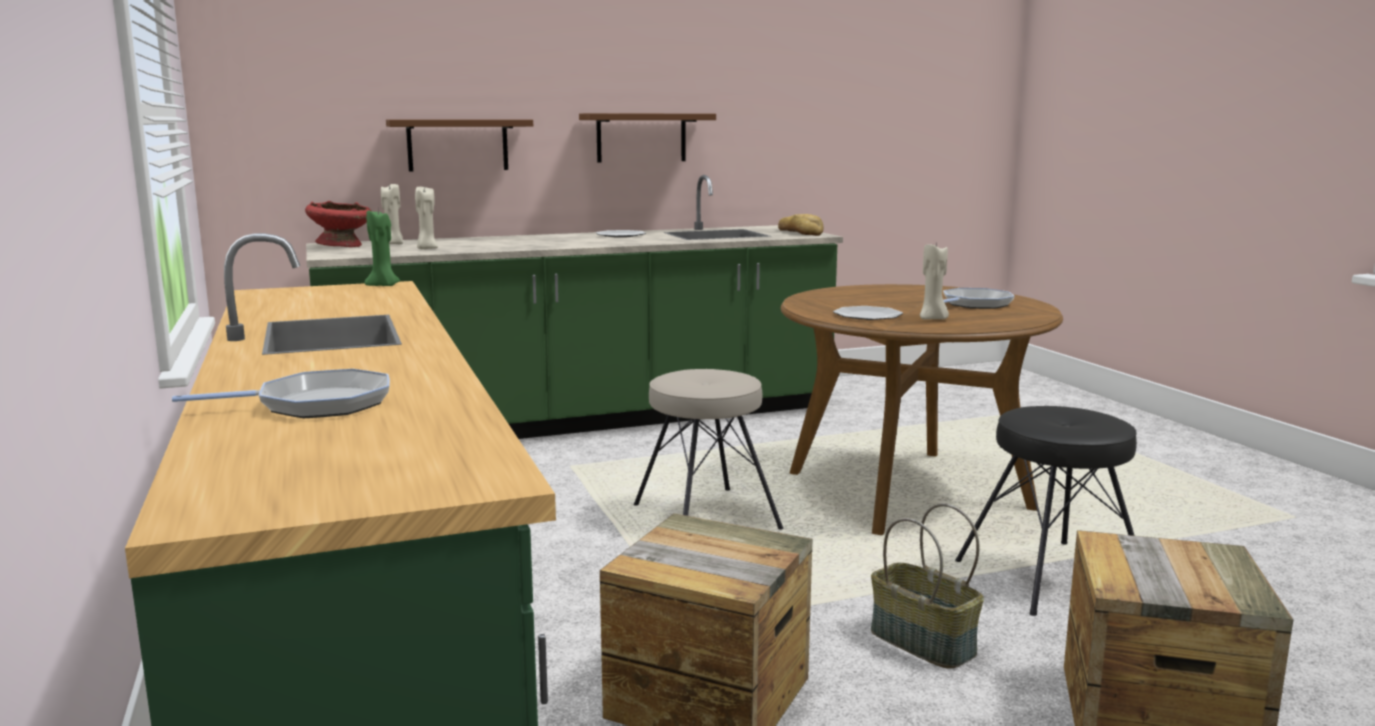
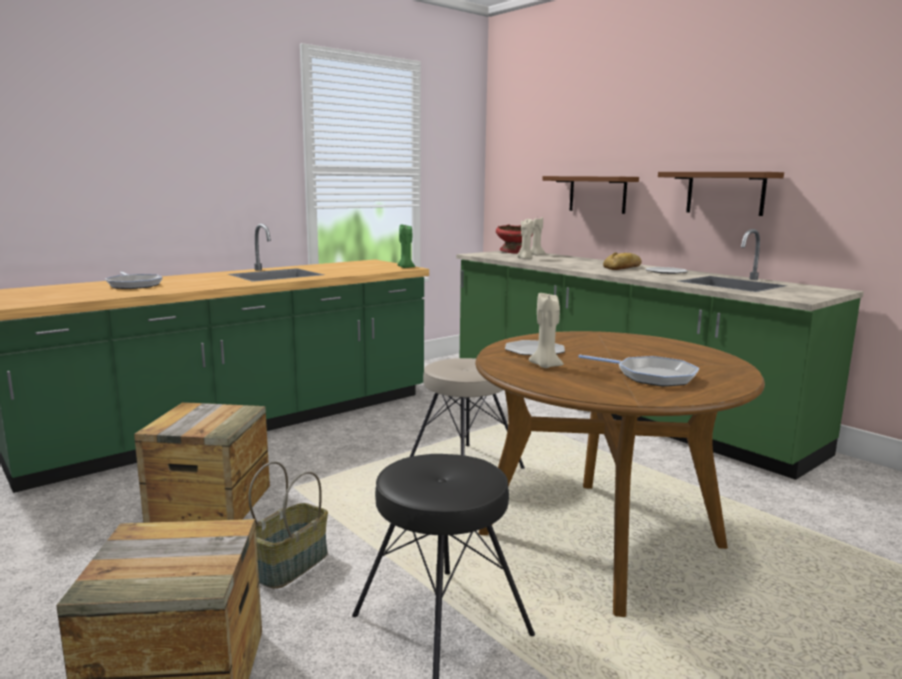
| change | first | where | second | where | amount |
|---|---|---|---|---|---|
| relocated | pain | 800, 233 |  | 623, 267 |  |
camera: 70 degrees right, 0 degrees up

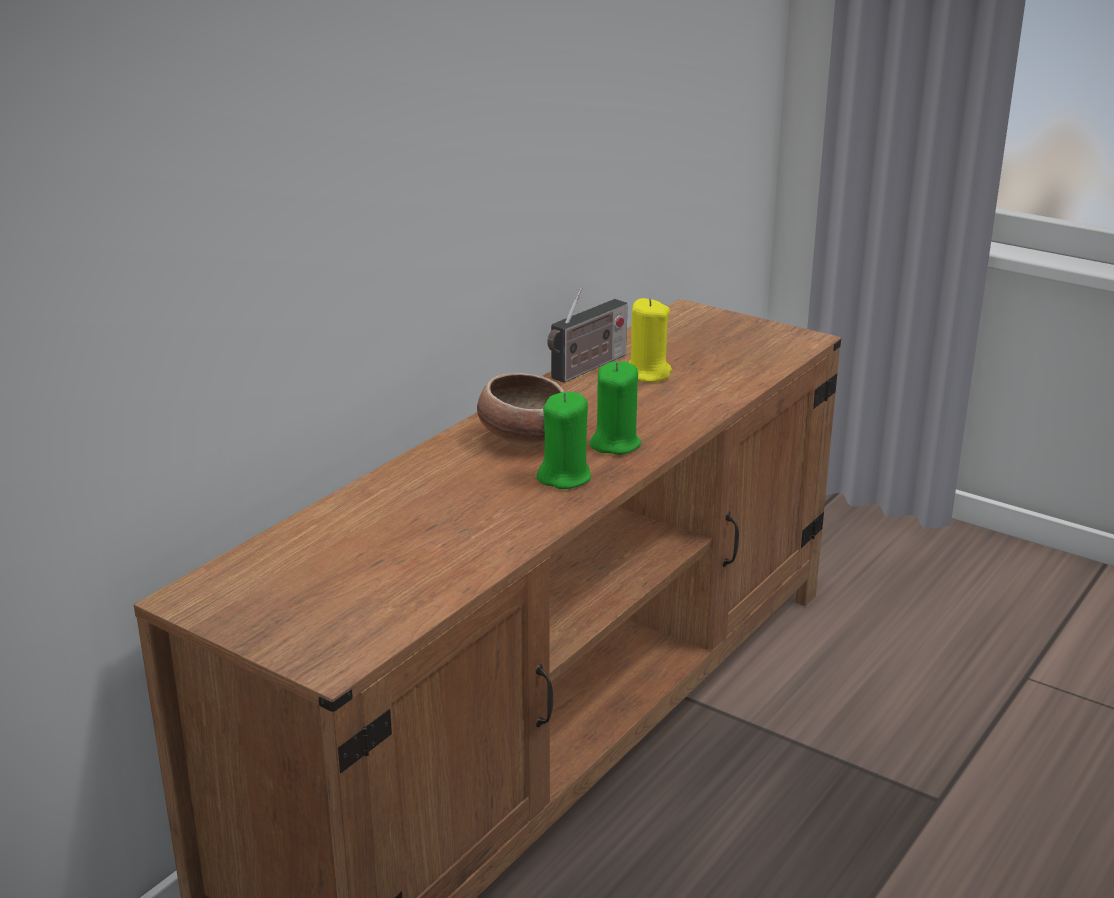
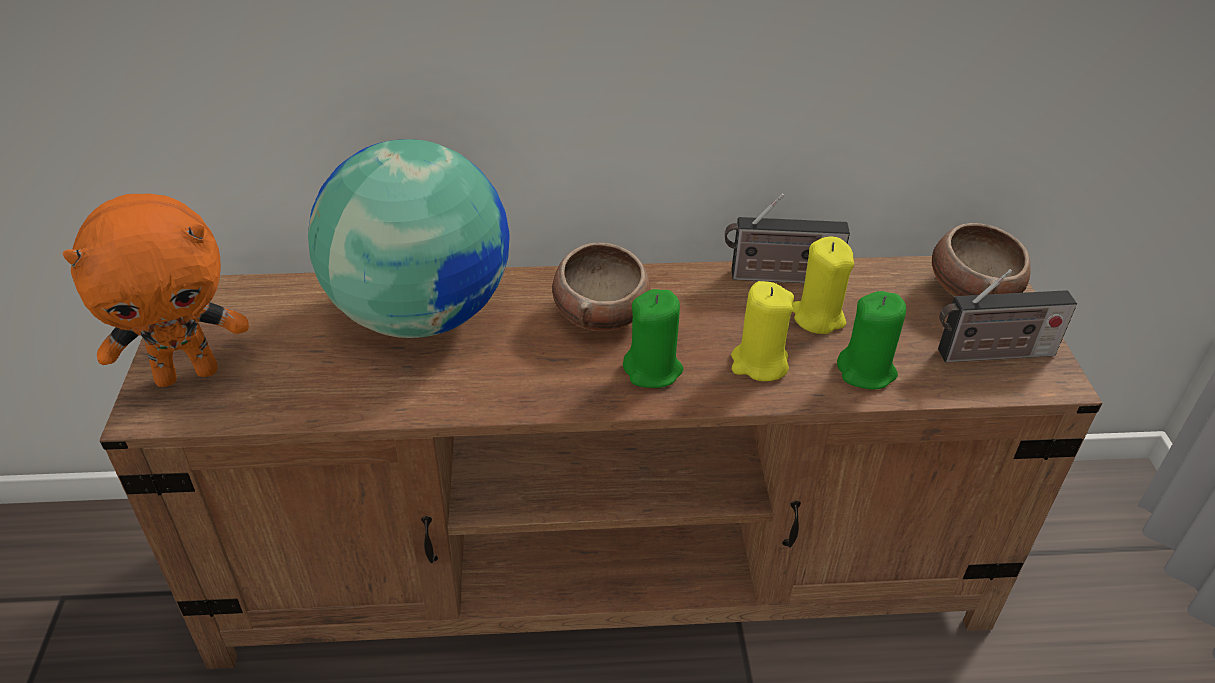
| change | first | where | second | where | amount |
|---|---|---|---|---|---|
| appeared |  |  | peluche/orange | 188, 373 |  |
| appeared |  |  | globe | 420, 313 |  |
| appeared |  |  | bougie/jaune | 759, 363 |  |
| appeared |  |  | bol | 972, 290 |  |
| appeared |  |  | radio | 991, 354 |  |
| relocated | bougie/vert | 564, 477 |  | 866, 371 |  |
camera: 50 degrees right, 15 degrees up

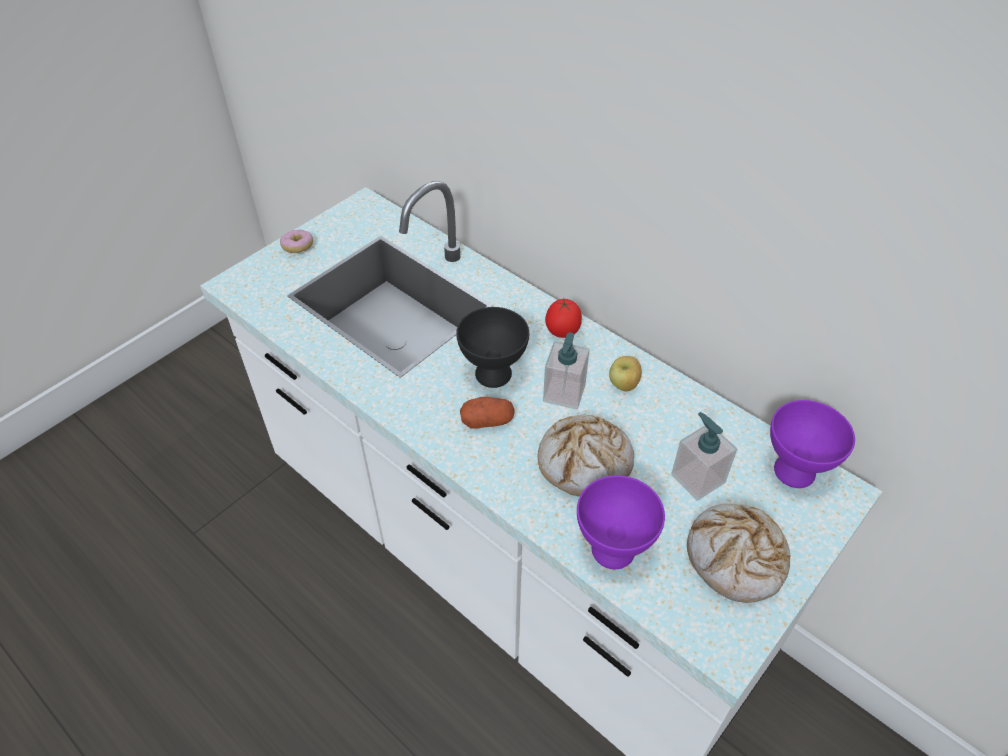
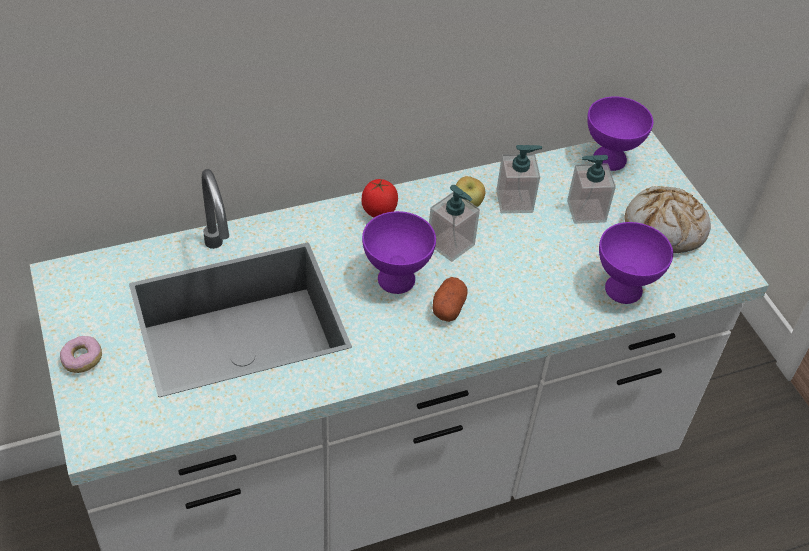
| change | first | where | second | where | amount |
|---|---|---|---|---|---|
| missing | pain | 585, 462 |  |  |  |
| appeared |  |  | distributeur de savon | 514, 201 |  |
| colour | bol/noir | 493, 373 | bol/violet | 395, 279 |  |
camera: 65 degrees left, 0 degrees up

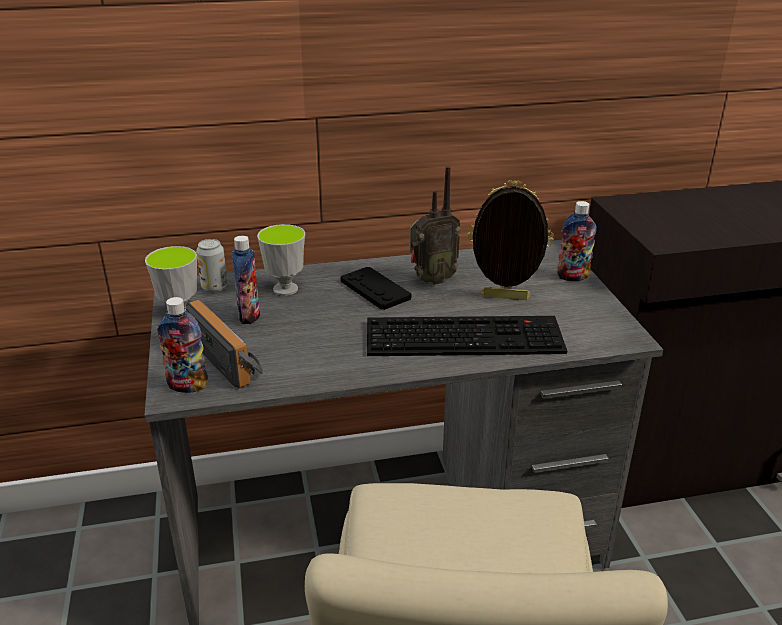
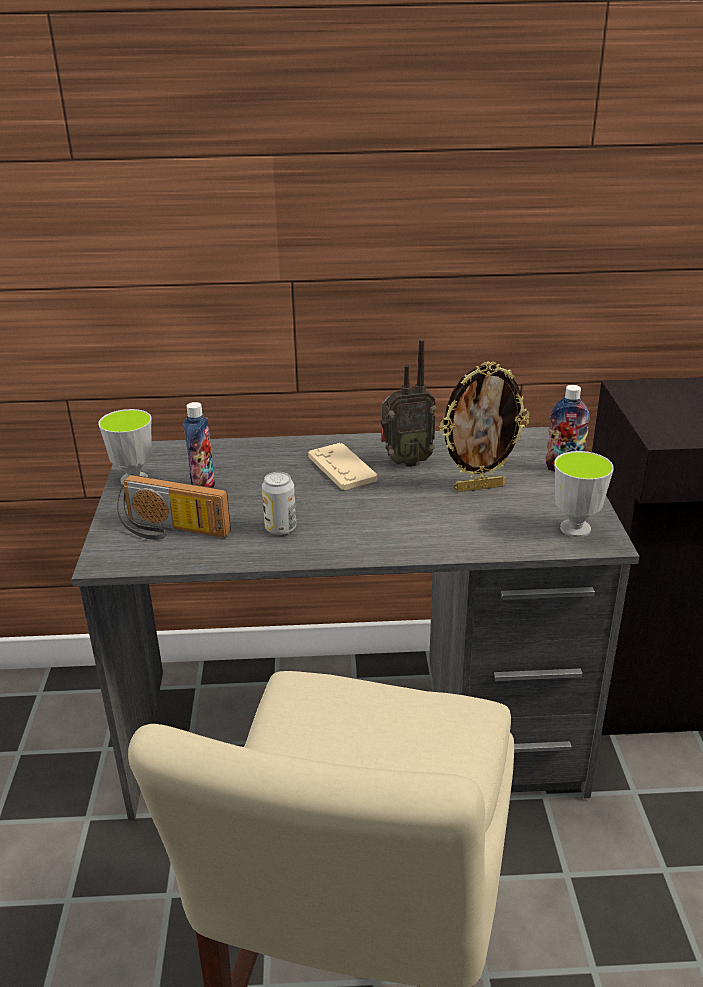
| change | first | where | second | where | amount |
|---|---|---|---|---|---|
| missing | bouteille | 188, 386 |  |  |  |
| missing | clavier | 466, 336 |  |  |  |
| relocated | boîte métallique | 214, 287 |  | 280, 528 |  |
| relocated | tasse | 285, 289 |  | 575, 529 |  |
| colour | manette/noir | 375, 289 | manette/beige | 342, 468 |  |
| spun | radio | 231, 360 |  | 171, 531 | 135 degrees clockwise |
| spun | cadre photo | 504, 298 |  | 479, 487 | 150 degrees clockwise |
camera: 10 degrees right, 0 degrees up

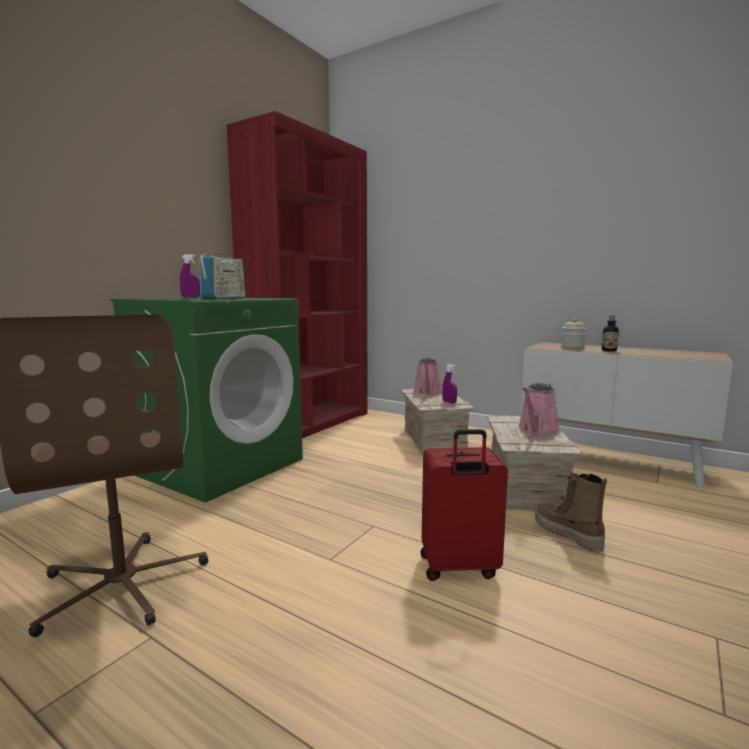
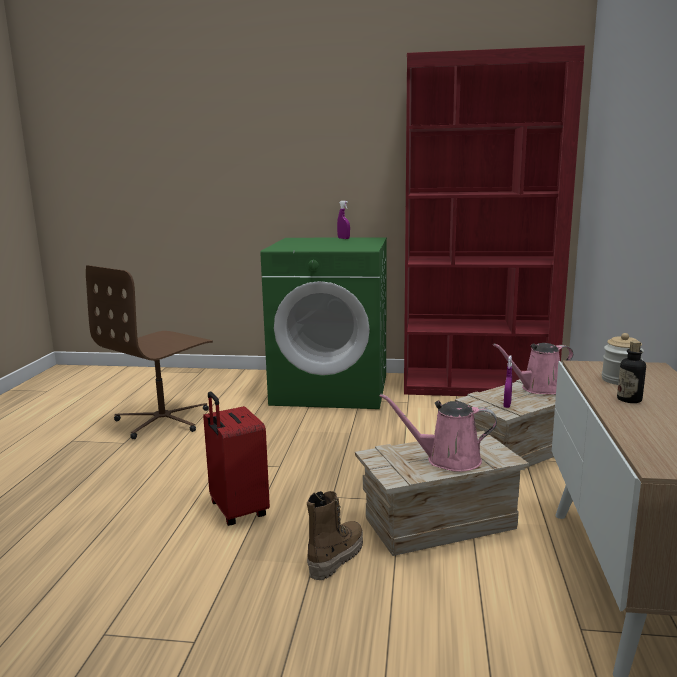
| change | first | where | second | where | amount |
|---|---|---|---|---|---|
| missing | radio | 224, 299 |  |  |  |
camera: 65 degrees right, 5 degrees up

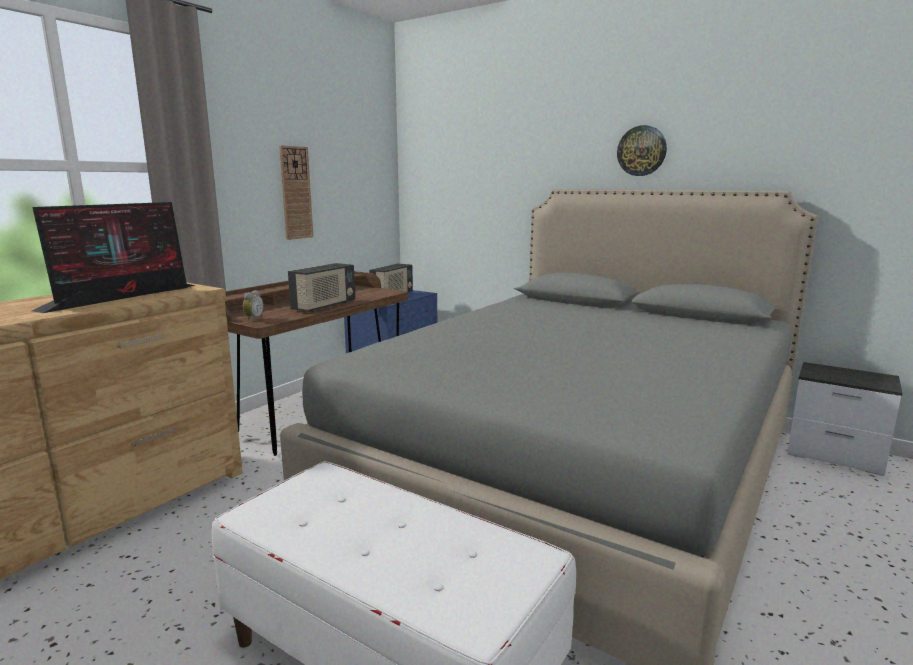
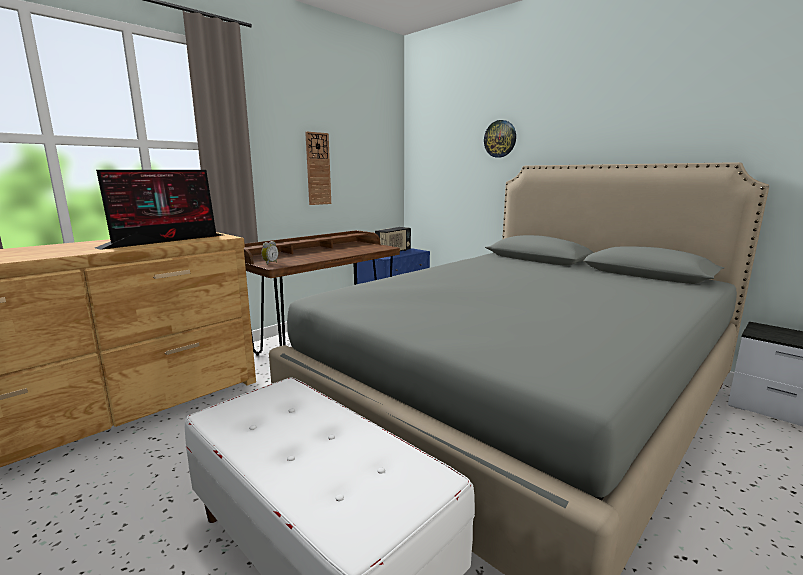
| change | first | where | second | where | amount |
|---|---|---|---|---|---|
| missing | radio | 324, 306 |  |  |  |
| relocated | horloge murale | 641, 151 |  | 500, 139 |  |
camera: 10 degrees right, 0 degrees up

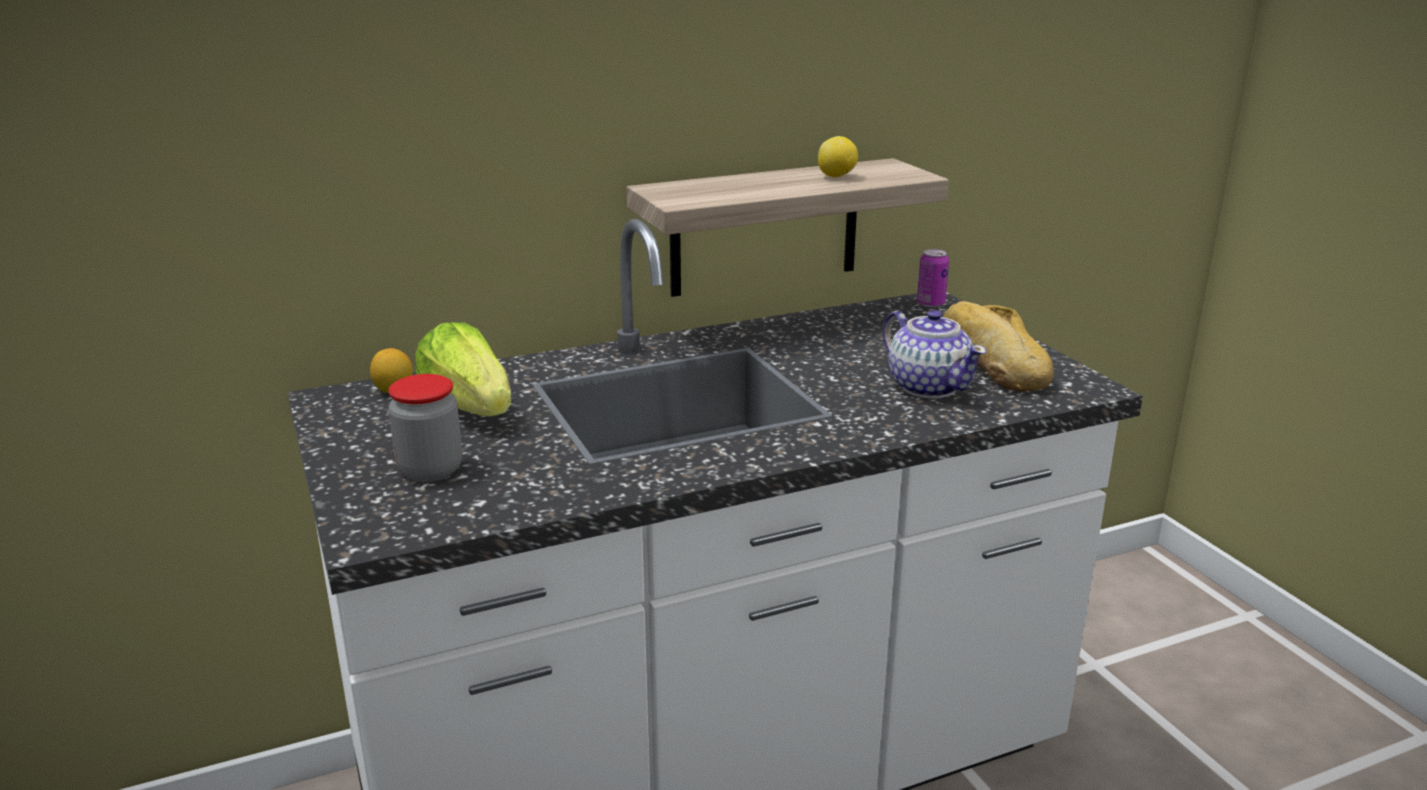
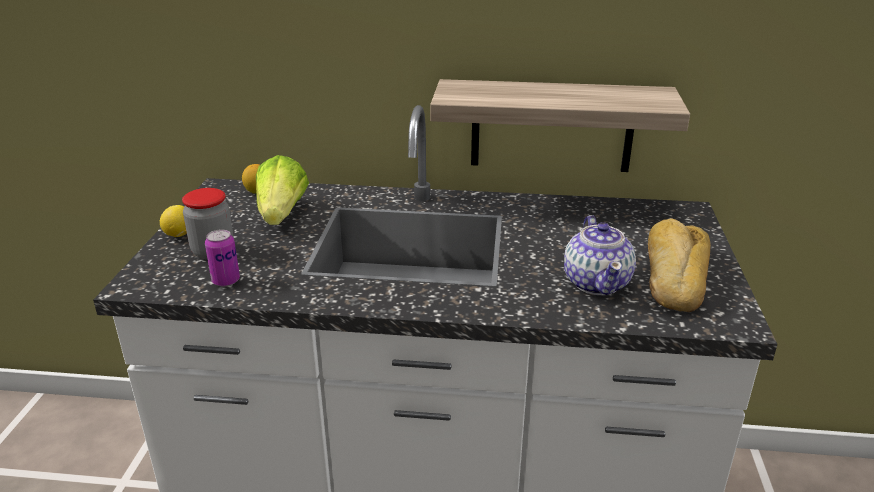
| change | first | where | second | where | amount |
|---|---|---|---|---|---|
| relocated | citron | 837, 177 |  | 180, 235 |  |
| relocated | boîte métallique | 930, 303 |  | 226, 281 |  |
camera: 30 degrees right, 5 degrees up

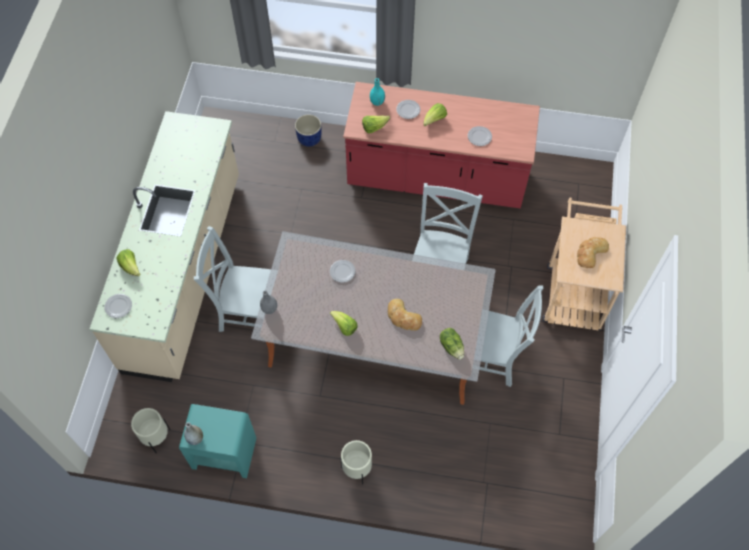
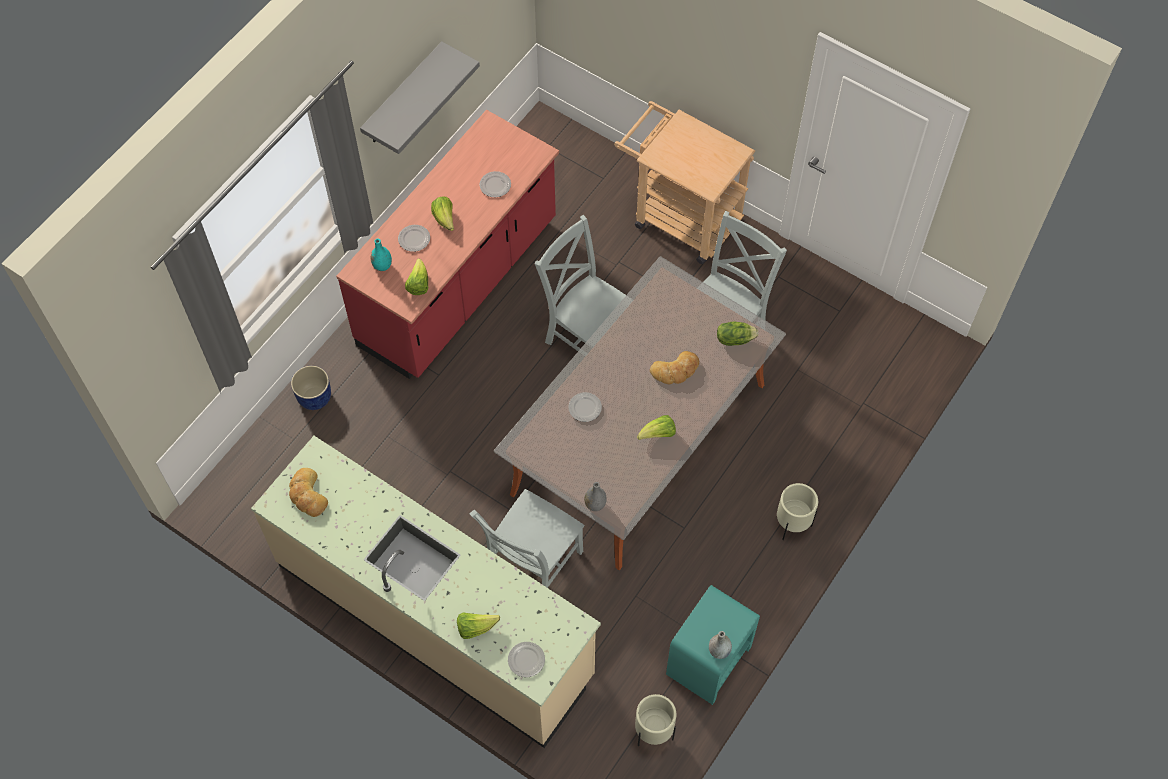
| change | first | where | second | where | amount |
|---|---|---|---|---|---|
| appeared |  |  | étagère/gris | 403, 96 |  |
| relocated | pain | 590, 253 |  | 307, 495 |  |
camera: 65 degrees left, 0 degrees up

